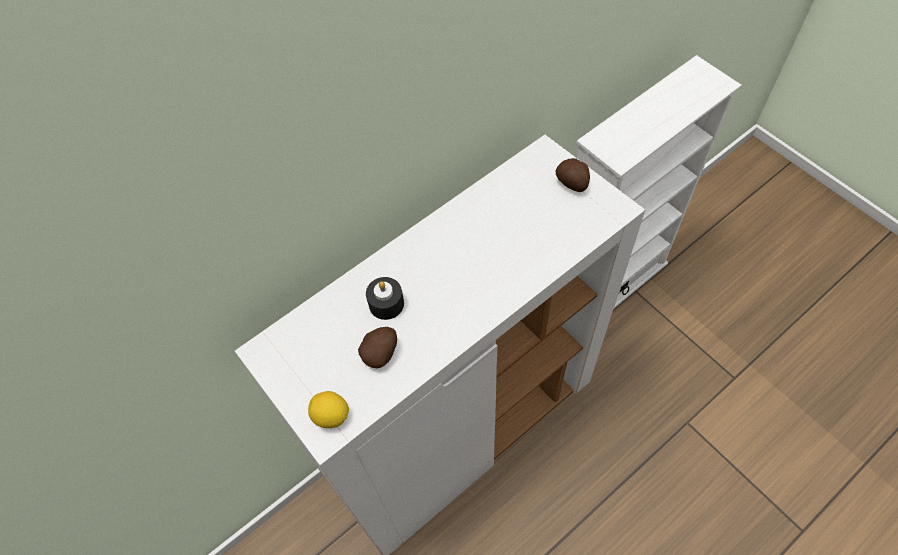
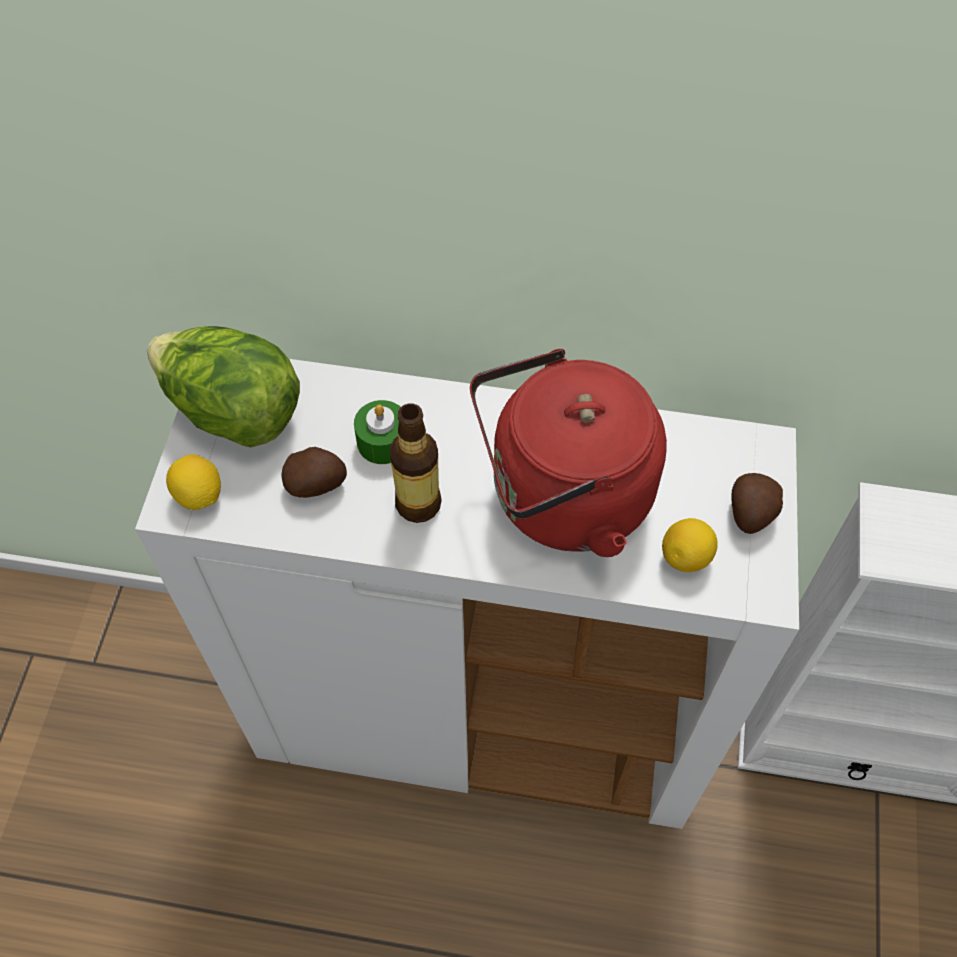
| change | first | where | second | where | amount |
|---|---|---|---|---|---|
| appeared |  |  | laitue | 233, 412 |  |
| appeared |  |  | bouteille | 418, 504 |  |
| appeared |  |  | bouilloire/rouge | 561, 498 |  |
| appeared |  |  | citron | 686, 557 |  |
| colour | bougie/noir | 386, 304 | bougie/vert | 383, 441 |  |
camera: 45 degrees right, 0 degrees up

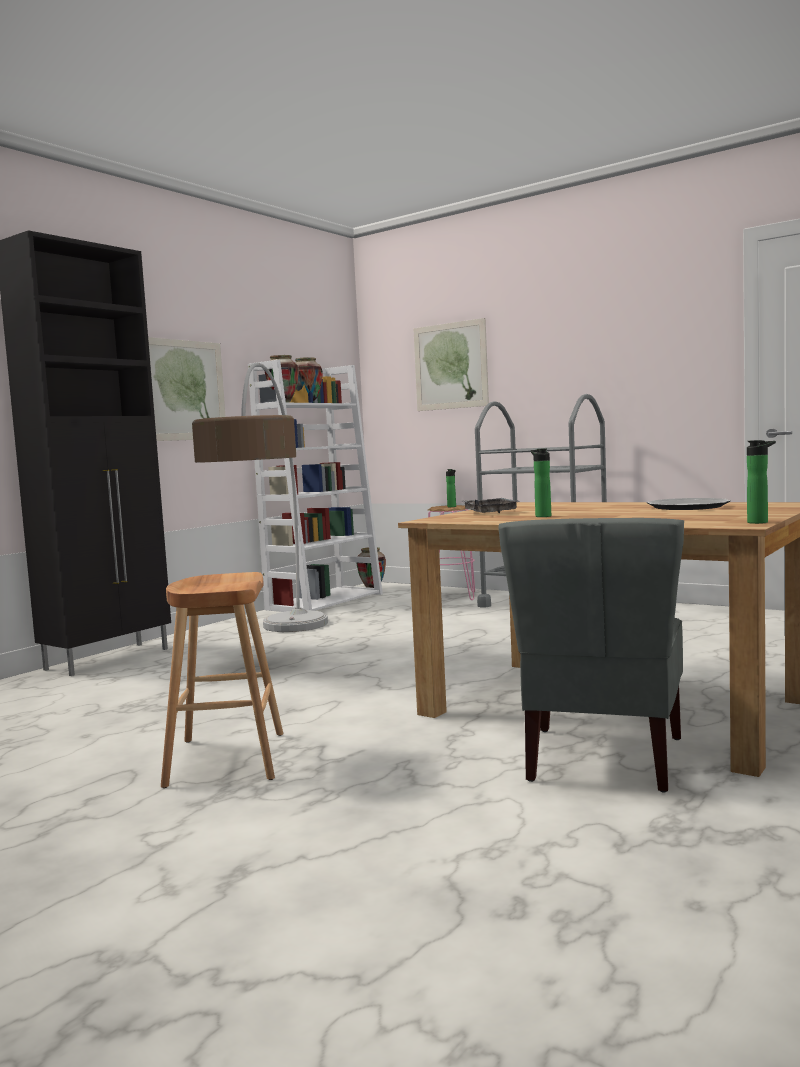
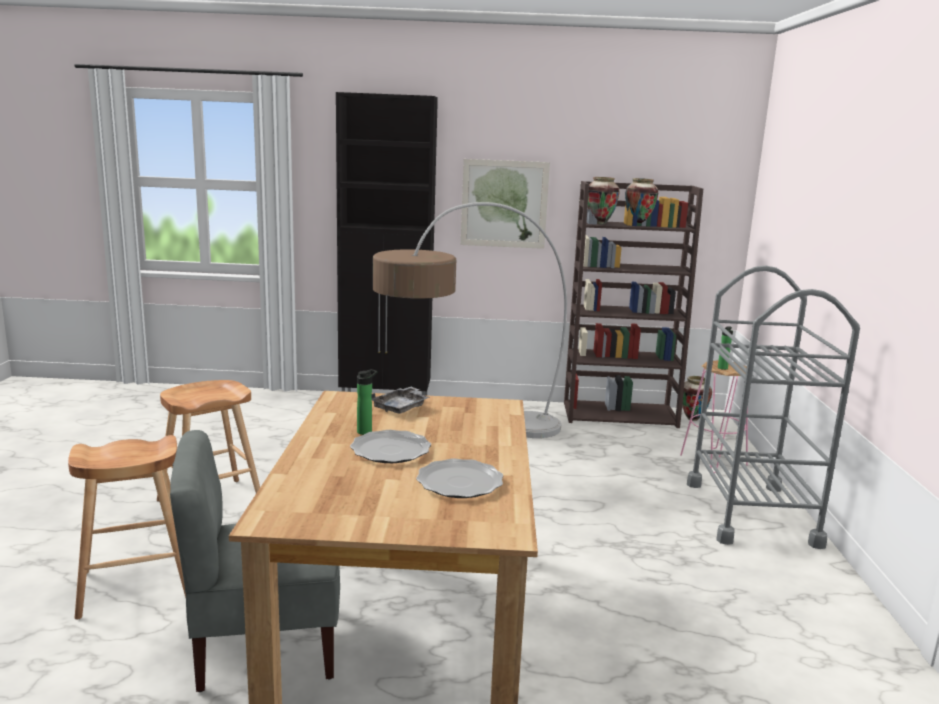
| change | first | where | second | where | amount |
|---|---|---|---|---|---|
| missing | tableau | 450, 366 |  |  |  |
| missing | bouteille | 760, 522 |  |  |  |
| appeared |  |  | tabouret/marron | 136, 586 |  |
| appeared |  |  | assiette | 390, 450 |  |
| colour | bibliothèque/blanc | 325, 601 | bibliothèque/marron | 620, 414 |  |
camera: 55 degrees right, 10 degrees up

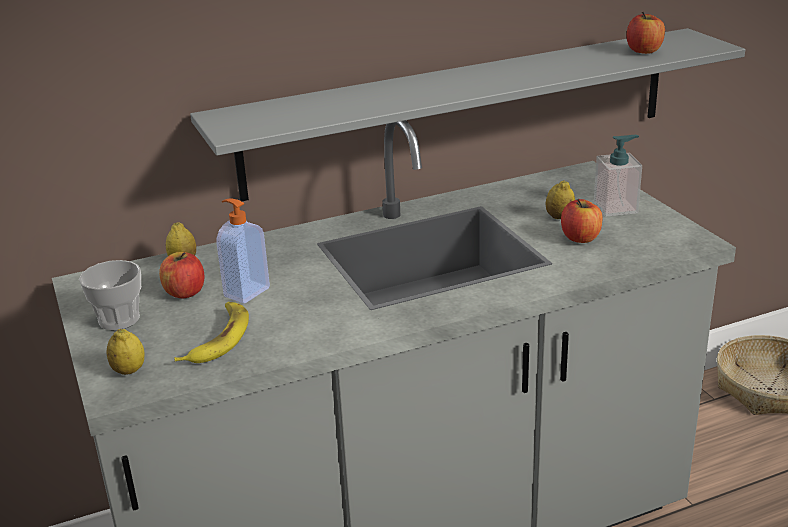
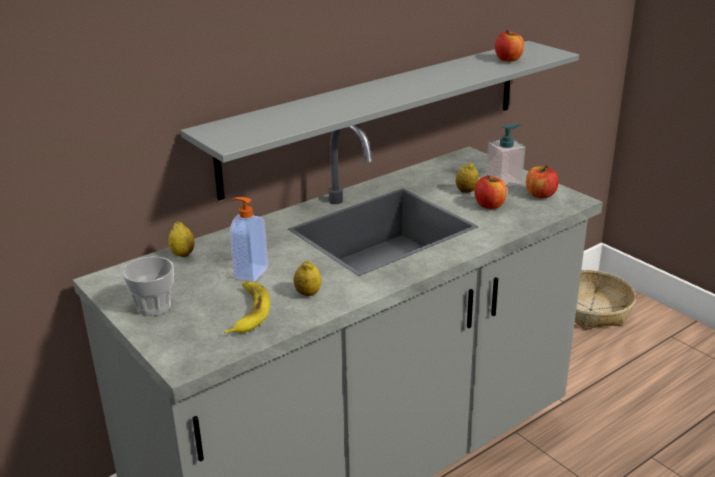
| change | first | where | second | where | amount |
|---|---|---|---|---|---|
| relocated | citron | 129, 371 |  | 308, 293 |  |
| relocated | pomme | 184, 292 |  | 540, 195 |  |
camera: 15 degrees left, 0 degrees up

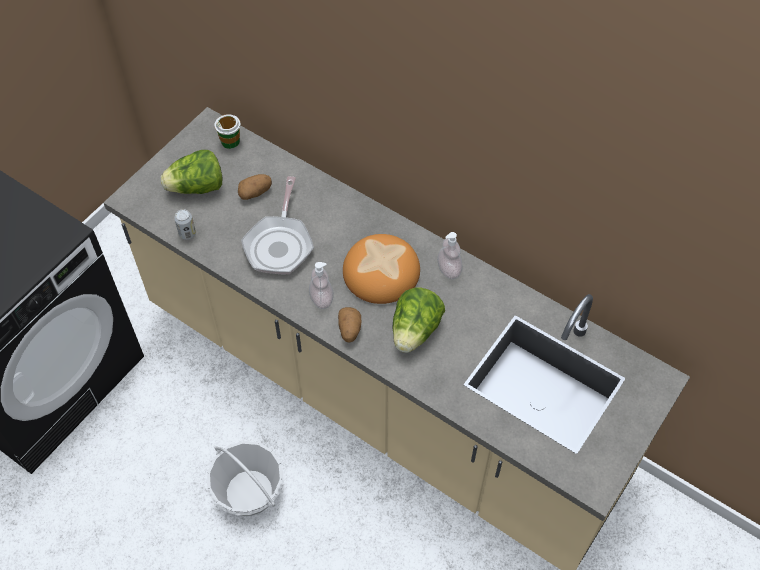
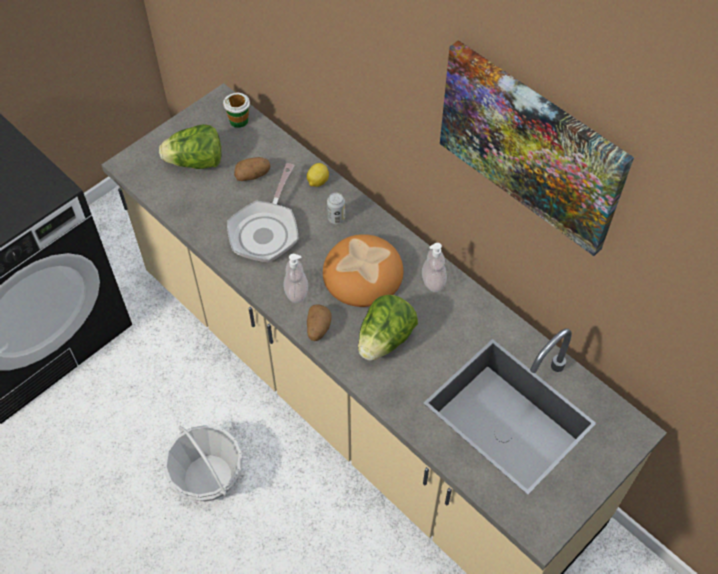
| change | first | where | second | where | amount |
|---|---|---|---|---|---|
| appeared |  |  | citron | 317, 182 |  |
| appeared |  |  | tableau | 531, 146 |  |
| relocated | boîte métallique | 187, 234 |  | 336, 218 |  |
camera: 10 degrees right, 0 degrees up

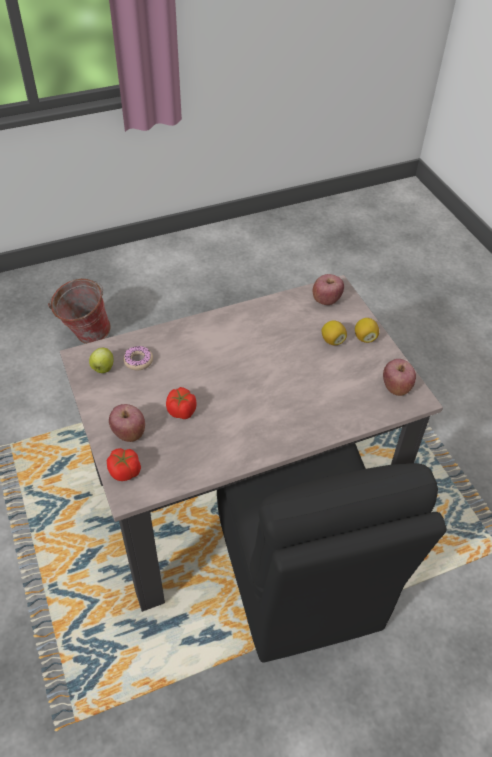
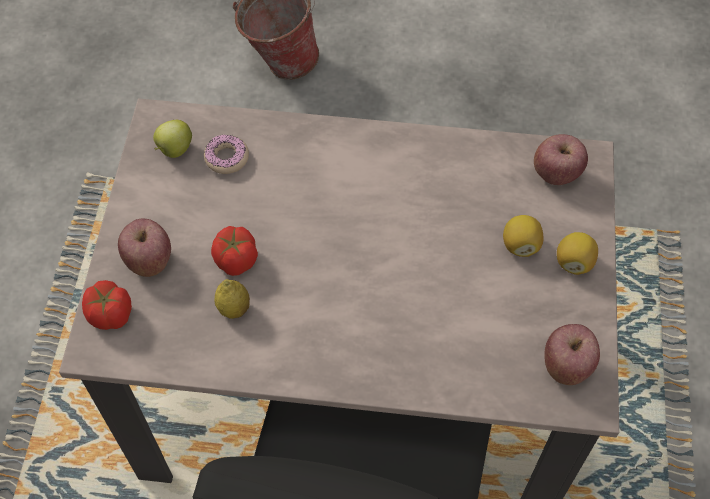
| change | first | where | second | where | amount |
|---|---|---|---|---|---|
| appeared |  |  | citron | 234, 308 |  |
camera: 30 degrees right, 10 degrees up

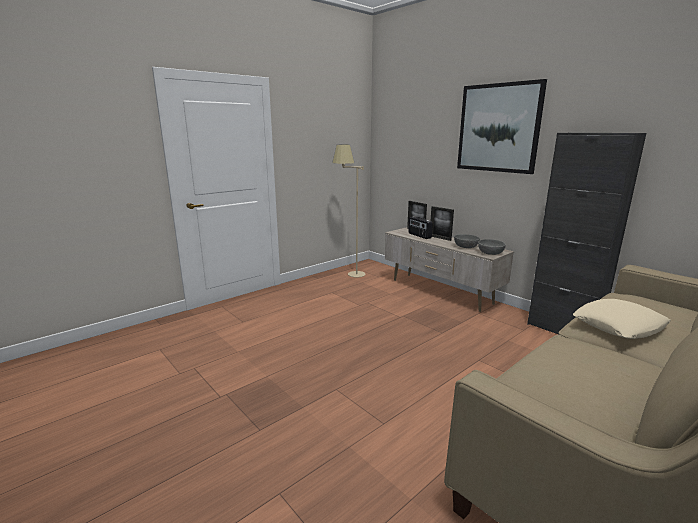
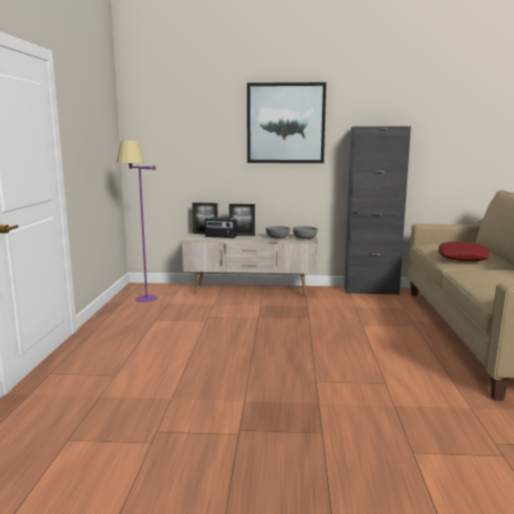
| change | first | where | second | where | amount |
|---|---|---|---|---|---|
| colour | lampadaire/beige | 350, 276 | lampadaire/violet | 143, 301 |  |
| colour | coussin/beige | 618, 325 | coussin/rouge | 462, 257 |  |
camera: 45 degrees left, 5 degrees down

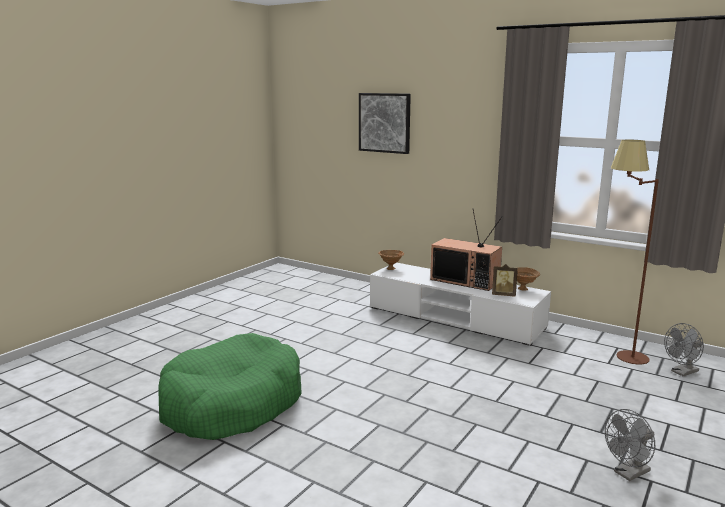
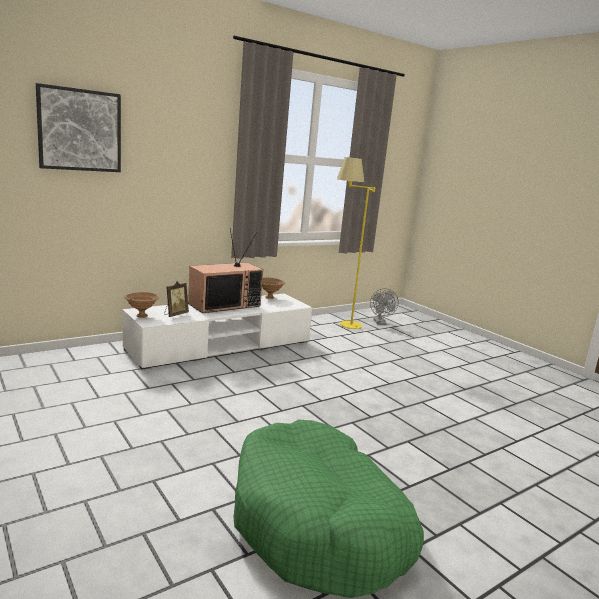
| change | first | where | second | where | amount |
|---|---|---|---|---|---|
| missing | ventilateur/gris | 628, 474 |  |  |  |
| relocated | cadre photo | 503, 295 |  | 175, 314 |  |
| colour | lampadaire/marron | 618, 353 | lampadaire/jaune | 342, 325 |  |
camera: 70 degrees left, 0 degrees up

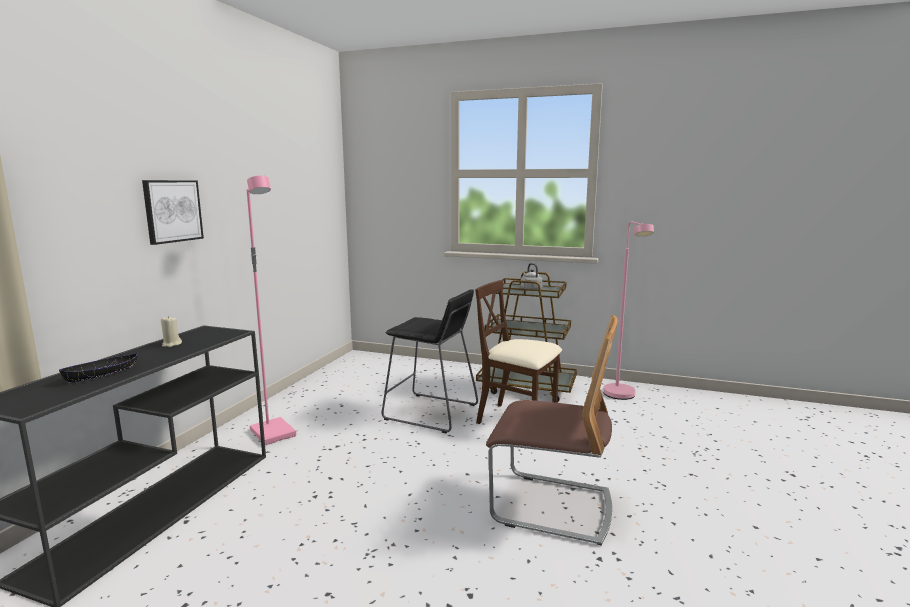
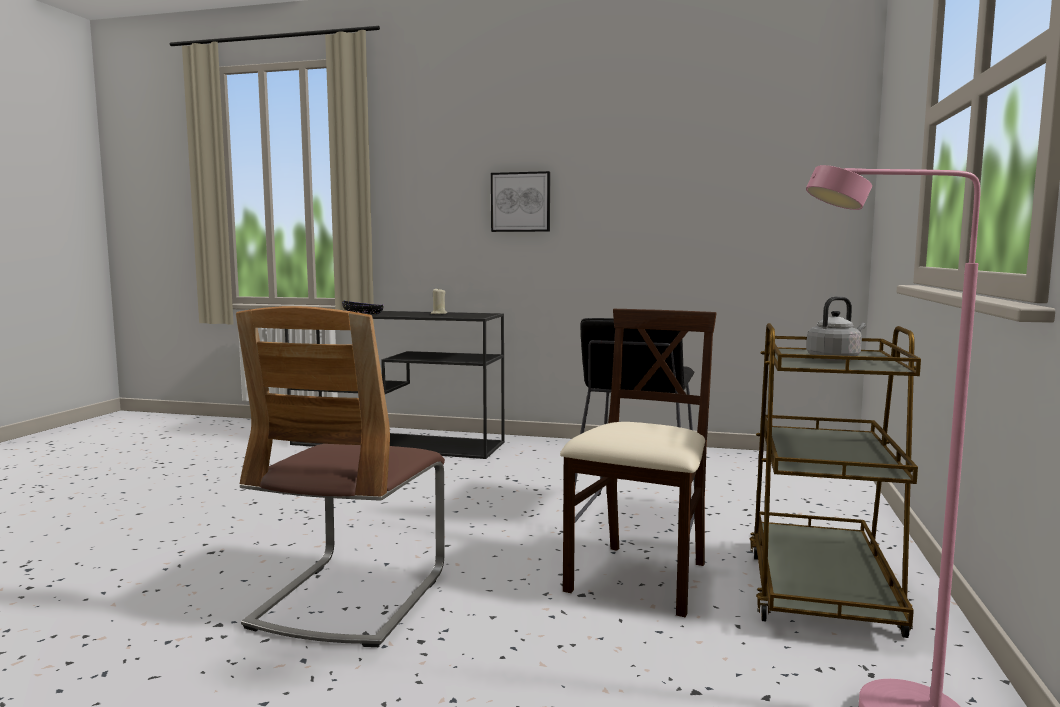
| change | first | where | second | where | amount |
|---|---|---|---|---|---|
| missing | lampadaire/rose | 274, 433 |  |  |  |
camera: 85 degrees right, 5 degrees down

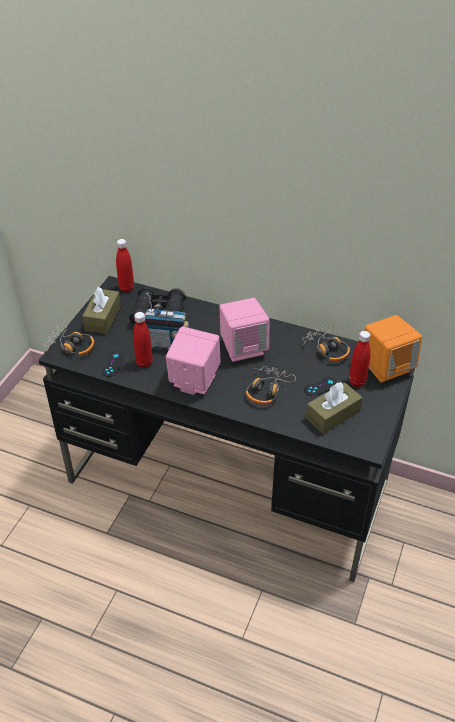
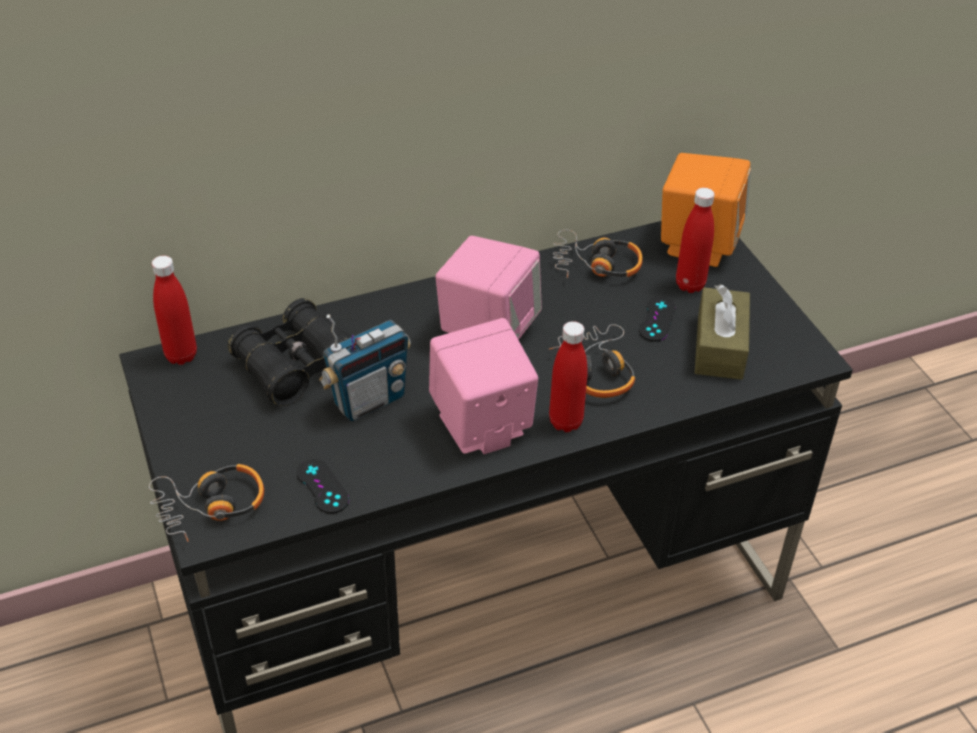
| change | first | where | second | where | amount |
|---|---|---|---|---|---|
| missing | boîte à mouchoirs/marron | 103, 318 |  |  |  |
| relocated | bouteille/rouge | 144, 363 |  | 565, 422 |  |
camera: 45 degrees left, 0 degrees up

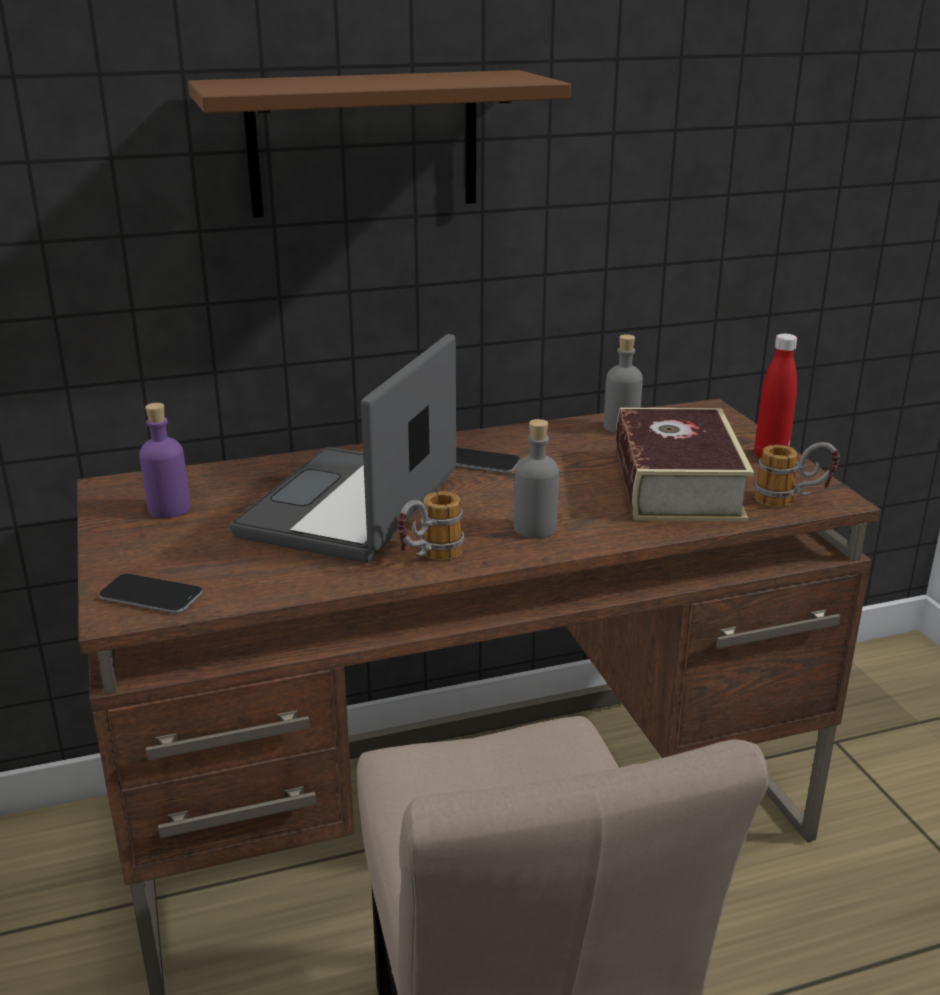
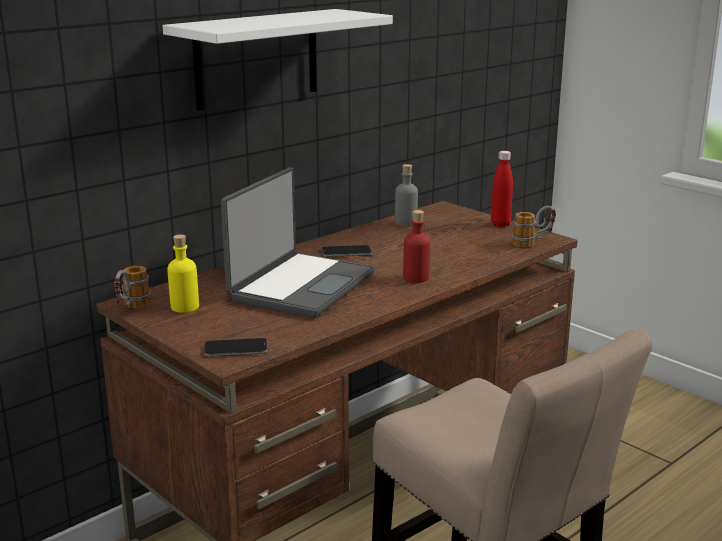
| change | first | where | second | where | amount |
|---|---|---|---|---|---|
| missing | livre | 676, 484 |  |  |  |
| relocated | mug | 429, 558 |  | 132, 308 |  |
| colour | bouteille/violet | 169, 509 | bouteille/jaune | 184, 307 |  |
| colour | étagère/marron | 363, 143 | étagère/blanc | 257, 58 |  |
| colour | bouteille/gris | 535, 528 | bouteille/rouge | 416, 278 |  |
| spun | ordinateur portable | 353, 508 |  | 300, 286 | 150 degrees counterclockwise |
camera: 25 degrees left, 5 degrees down

